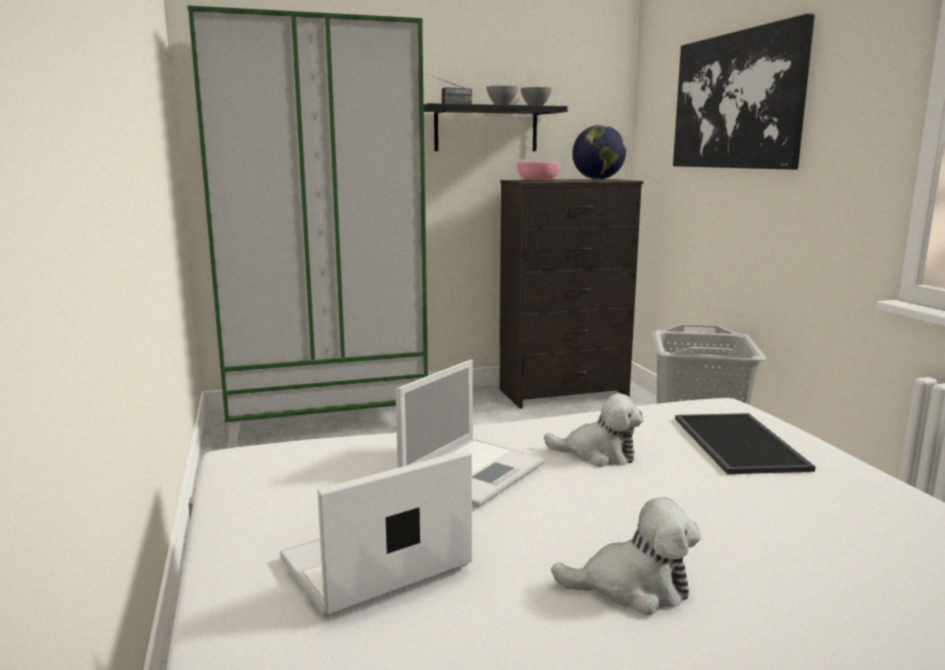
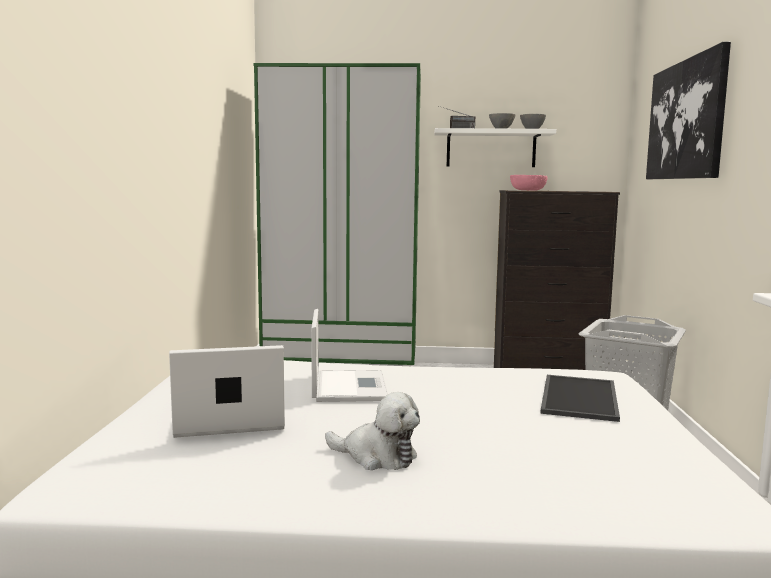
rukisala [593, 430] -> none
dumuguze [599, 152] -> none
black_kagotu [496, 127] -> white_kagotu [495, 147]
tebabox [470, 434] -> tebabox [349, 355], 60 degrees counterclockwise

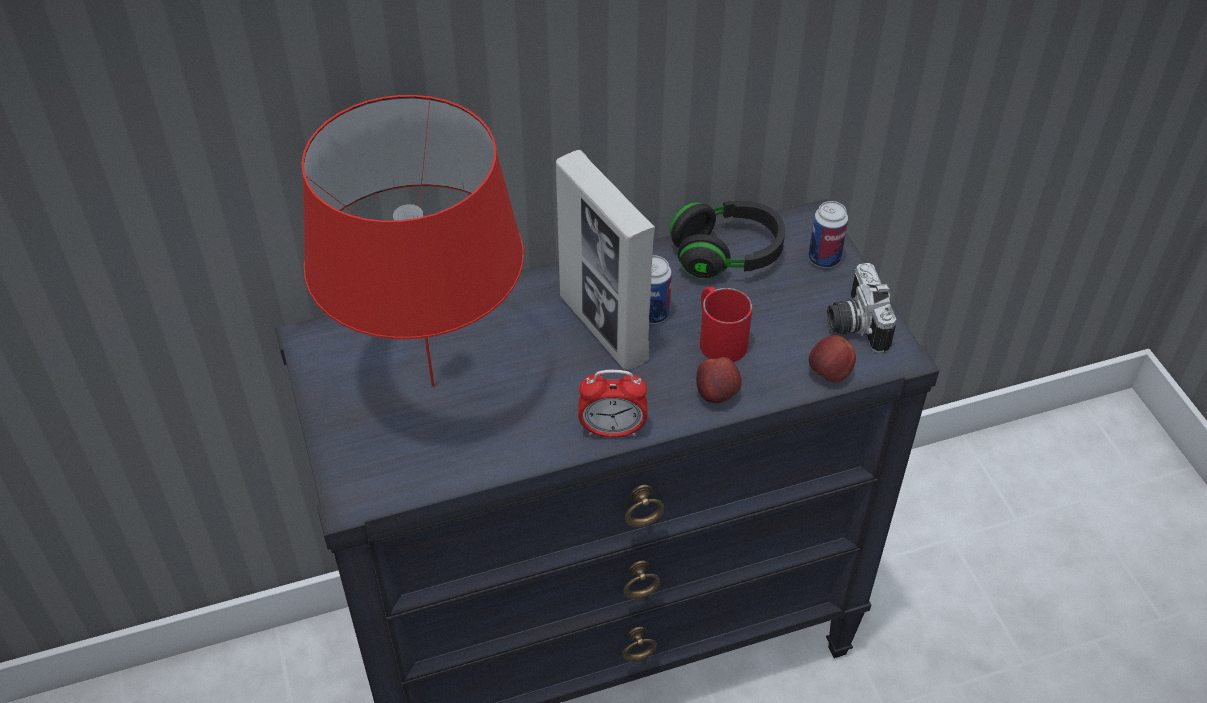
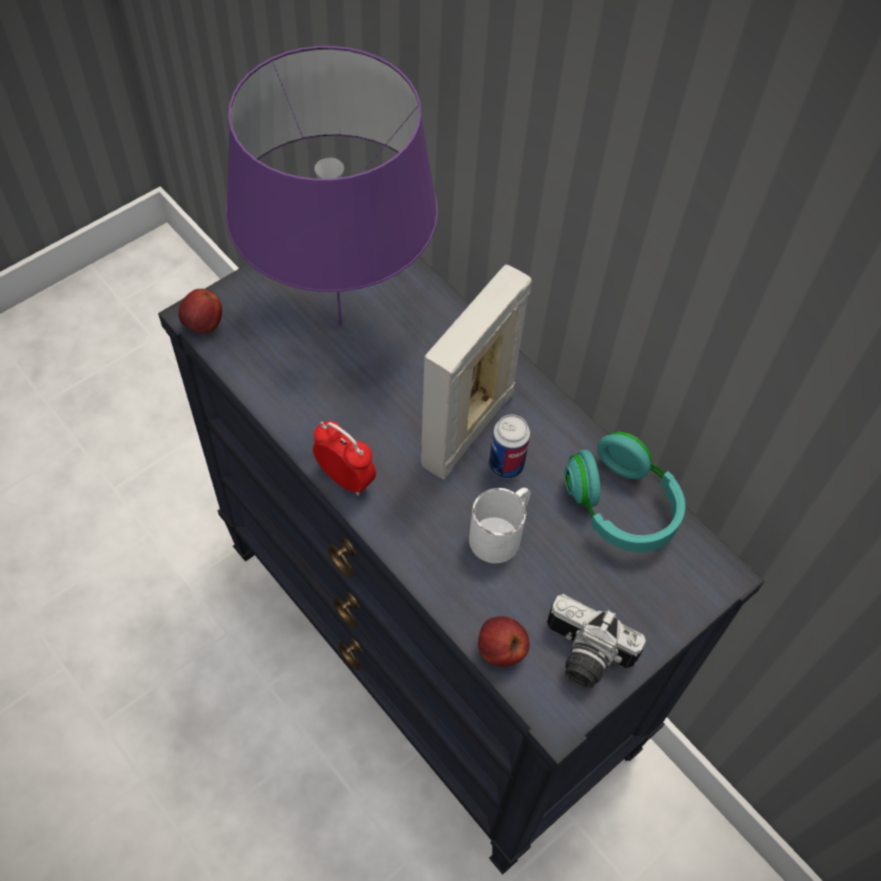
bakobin [828, 234] -> none
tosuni [719, 380] -> tosuni [200, 311], shifted
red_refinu [412, 241] -> purple_refinu [332, 186]
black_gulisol [727, 240] -> turquoise_gulisol [624, 491]
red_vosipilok [726, 324] -> white_vosipilok [499, 525]
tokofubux [613, 403] -> tokofubux [344, 458], 150 degrees clockwise
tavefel [861, 308] -> tavefel [596, 641], 120 degrees counterclockwise

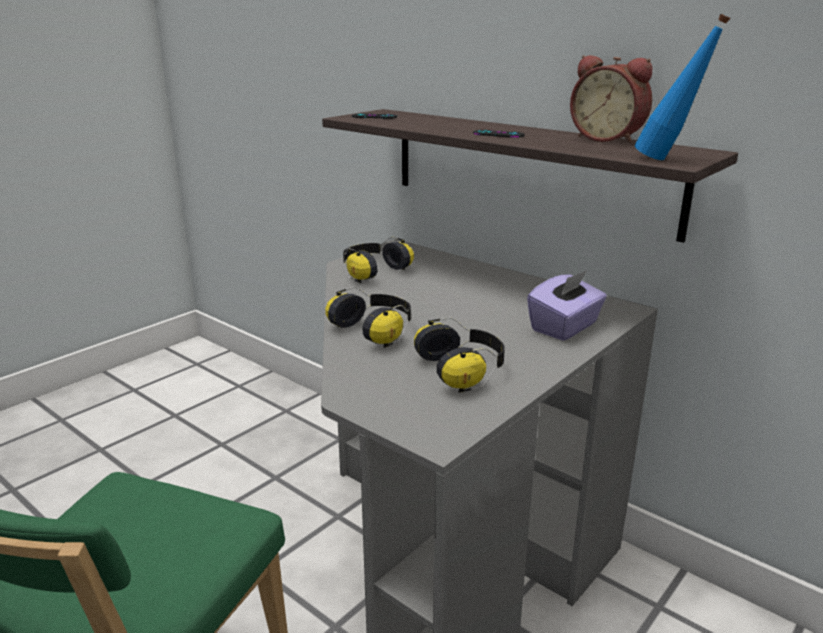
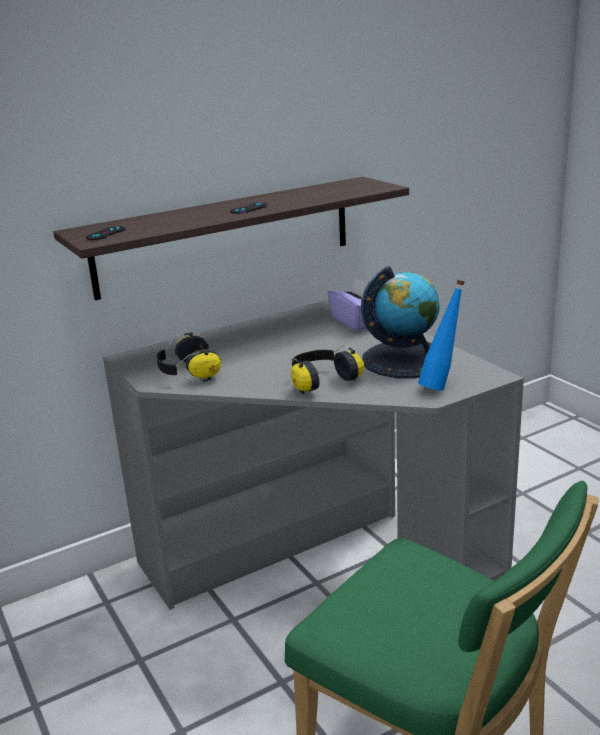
tokofubux [611, 99] -> none
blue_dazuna [682, 87] -> blue_dazuna [441, 335], shifted
gulisol [459, 355] -> dumuguze [400, 322]

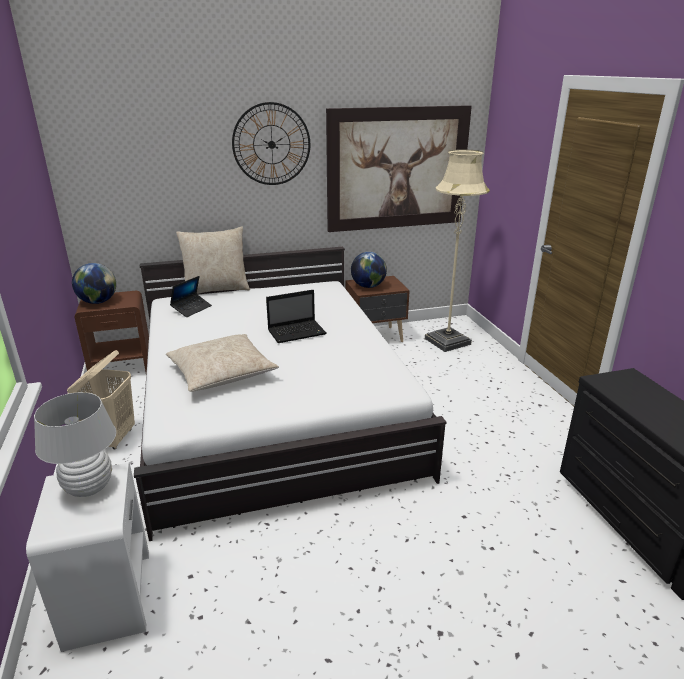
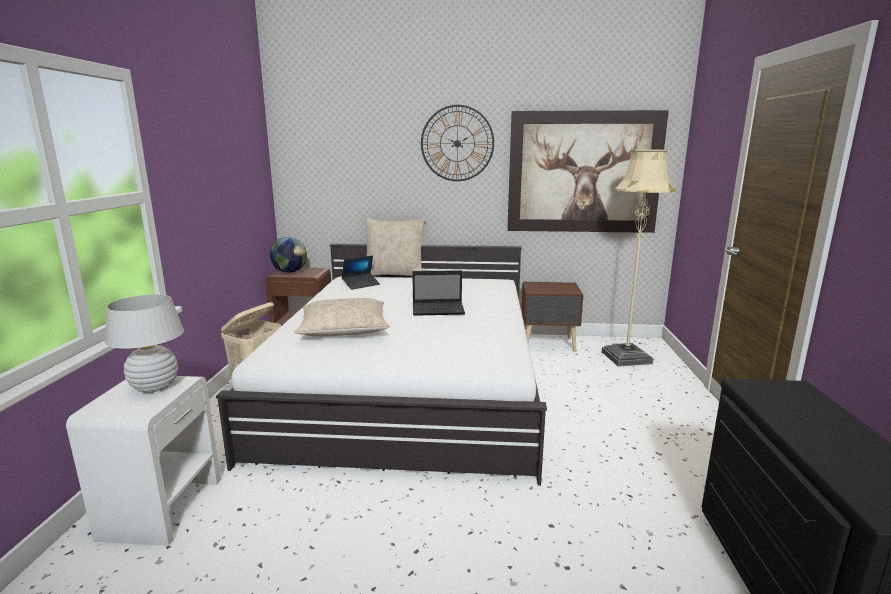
dumuguze [369, 270] -> none

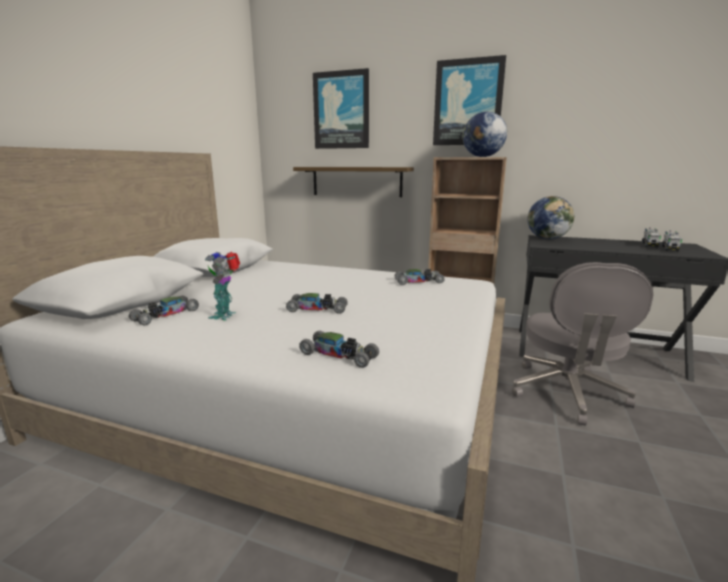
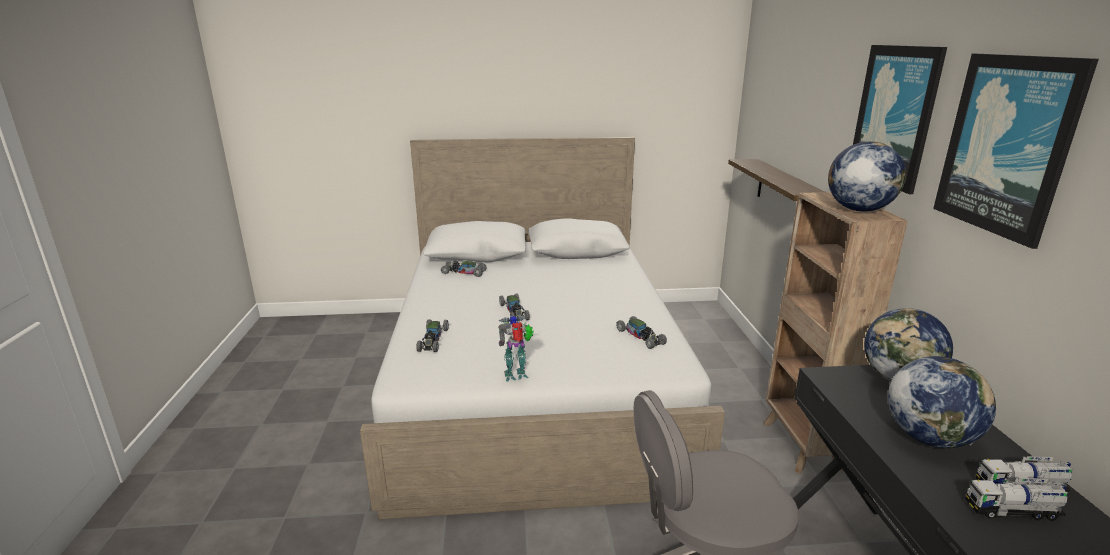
none -> dumuguze [942, 402]
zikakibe [222, 286] -> zikakibe [516, 348], shifted
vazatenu [341, 108] -> vazatenu [1016, 151], shifted

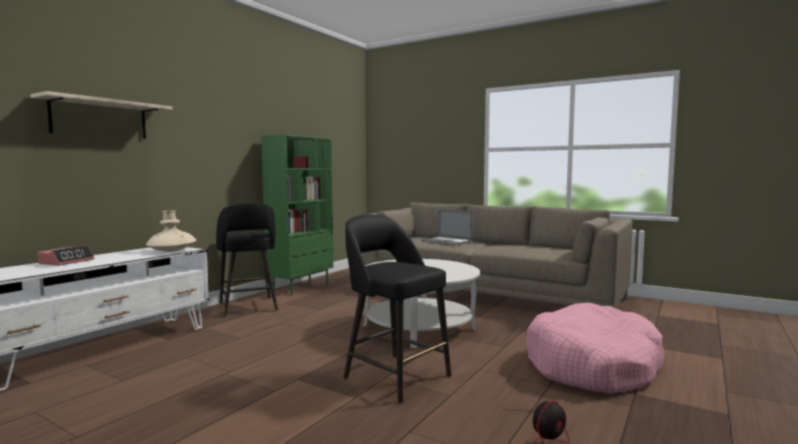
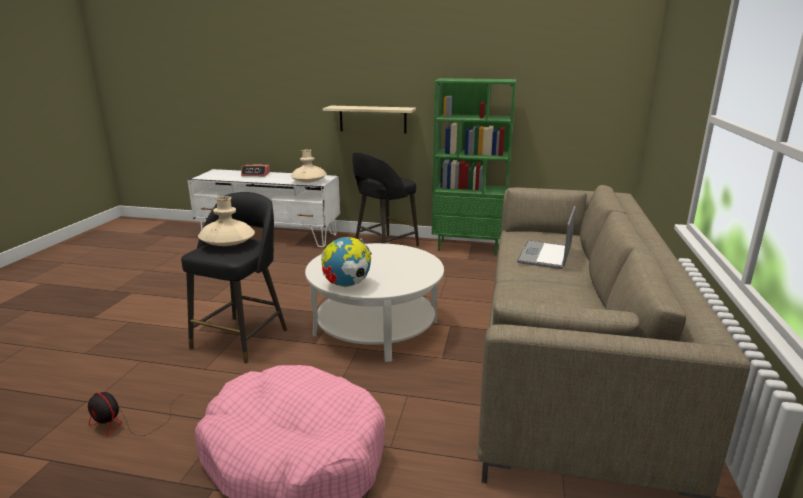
none -> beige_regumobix [226, 221]
none -> dumuguze [346, 262]
kagotu [101, 115] -> kagotu [369, 119], shifted

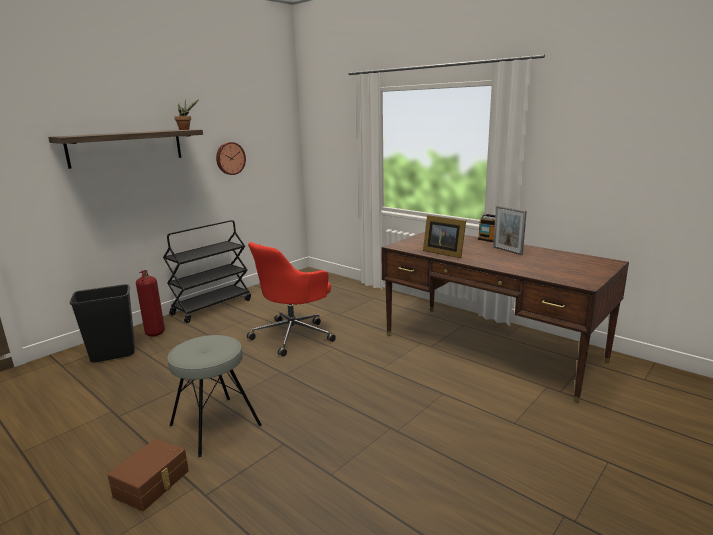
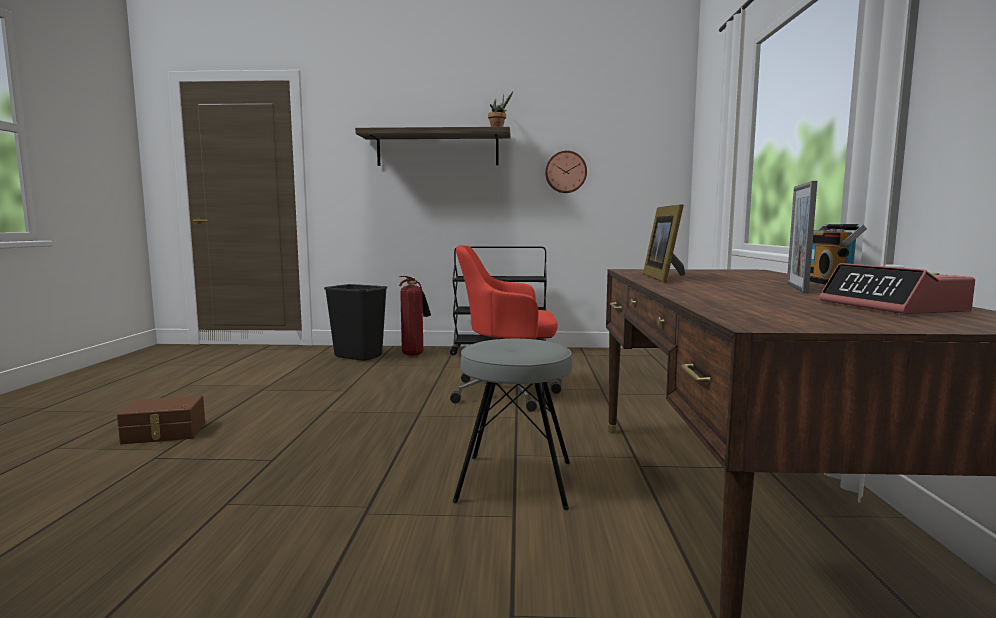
none -> tokofubux [897, 288]
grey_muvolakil [214, 396] -> grey_muvolakil [512, 424], shifted

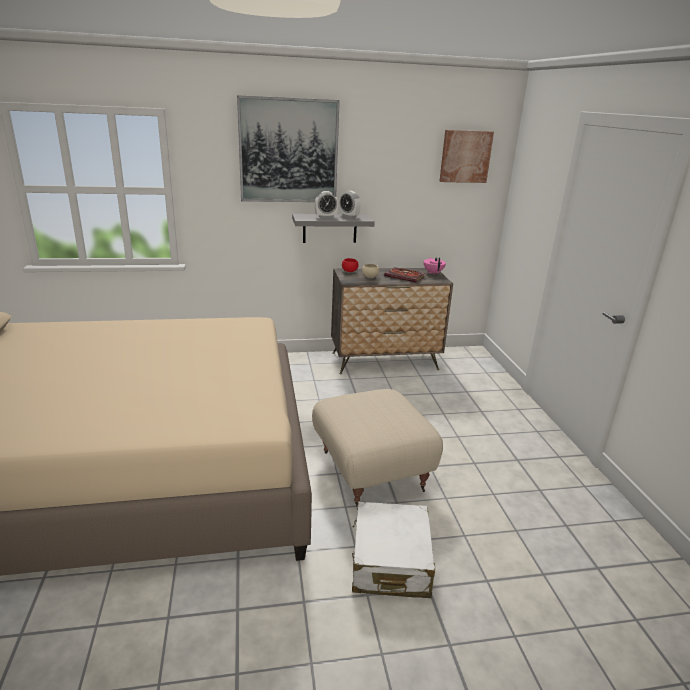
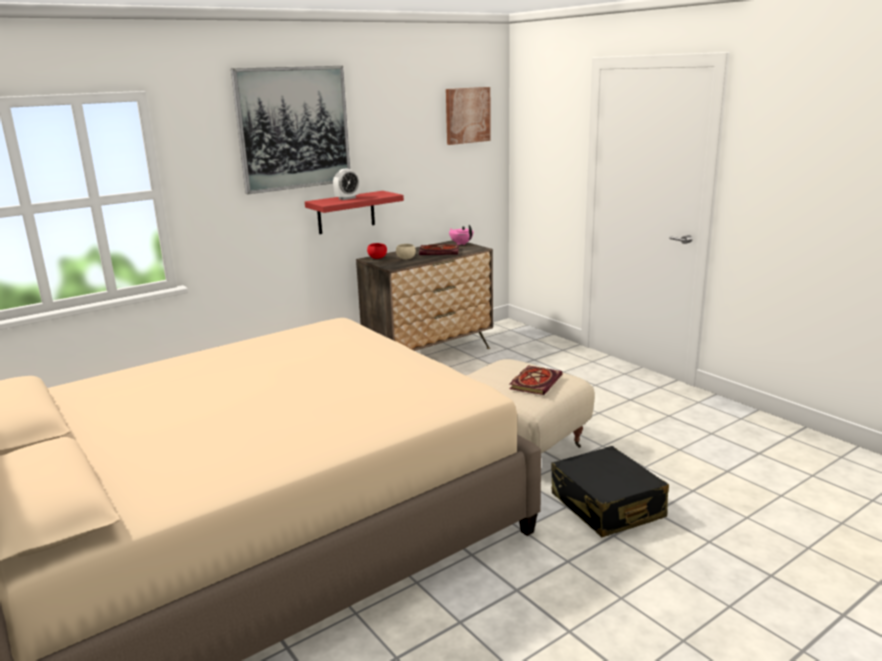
tokofubux [350, 204] -> none
none -> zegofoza [536, 380]
grey_kagotu [333, 228] -> red_kagotu [354, 212]
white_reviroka [393, 550] -> black_reviroka [610, 491]

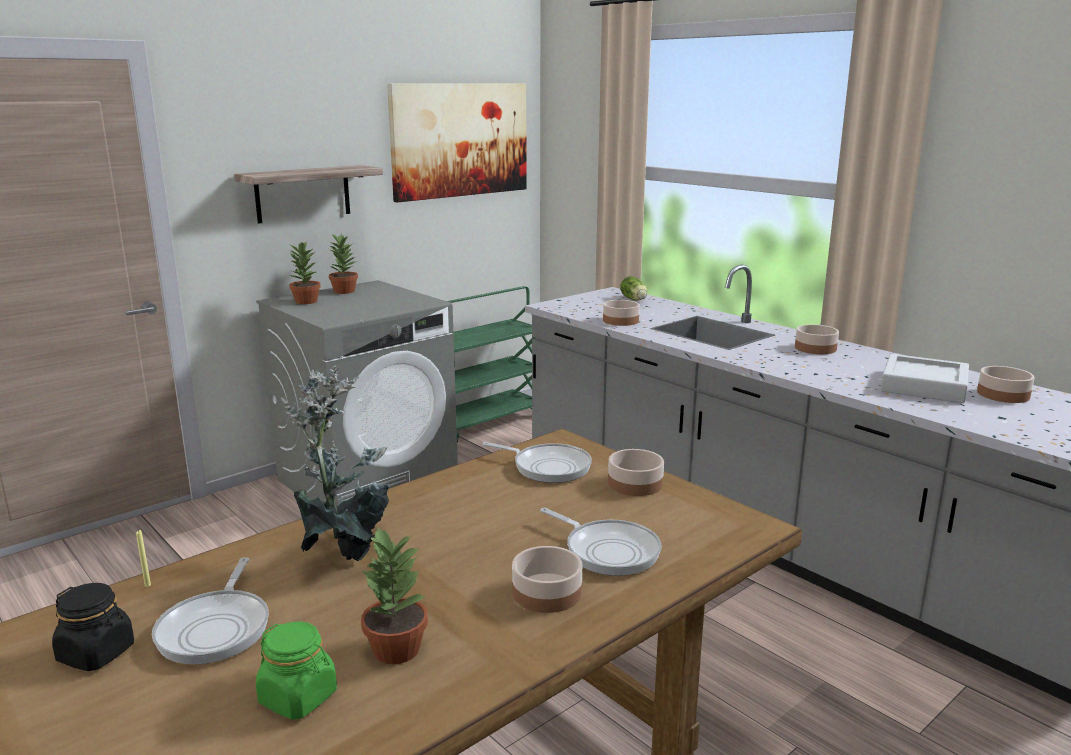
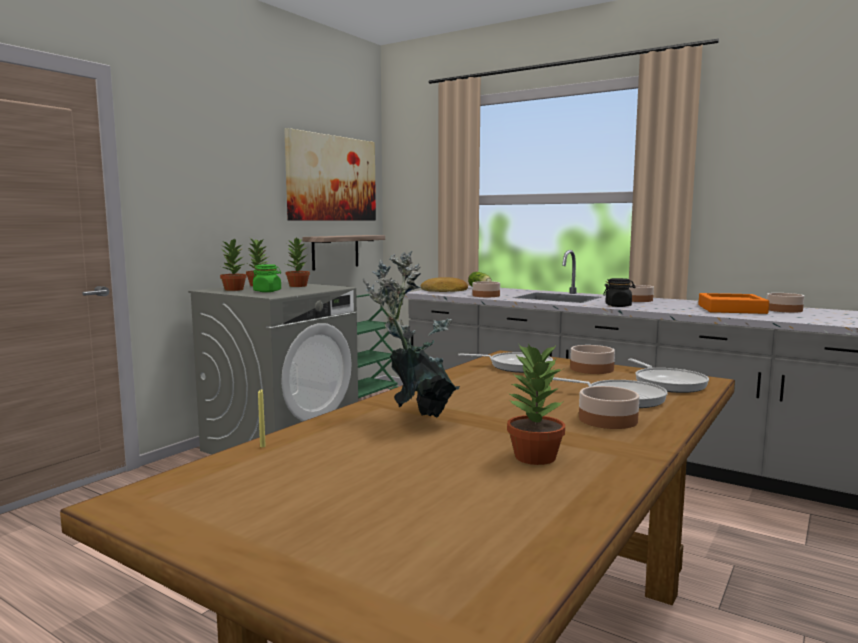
none -> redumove [298, 262]
none -> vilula [444, 284]
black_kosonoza [93, 627] -> black_kosonoza [619, 292], shifted
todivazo [210, 610] -> todivazo [668, 376], shifted
kagotu [308, 194] -> kagotu [343, 253], shifted
green_kosonoza [296, 670] -> green_kosonoza [267, 278], shifted
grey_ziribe [924, 378] -> orange_ziribe [733, 303]

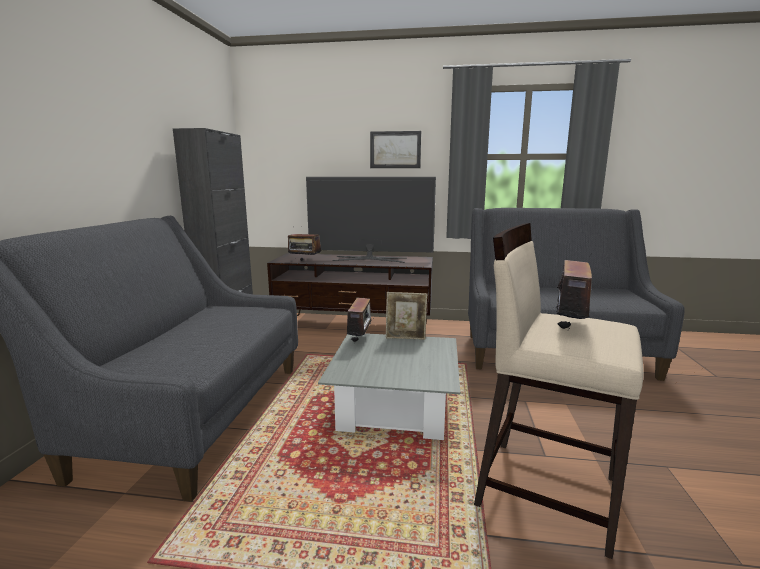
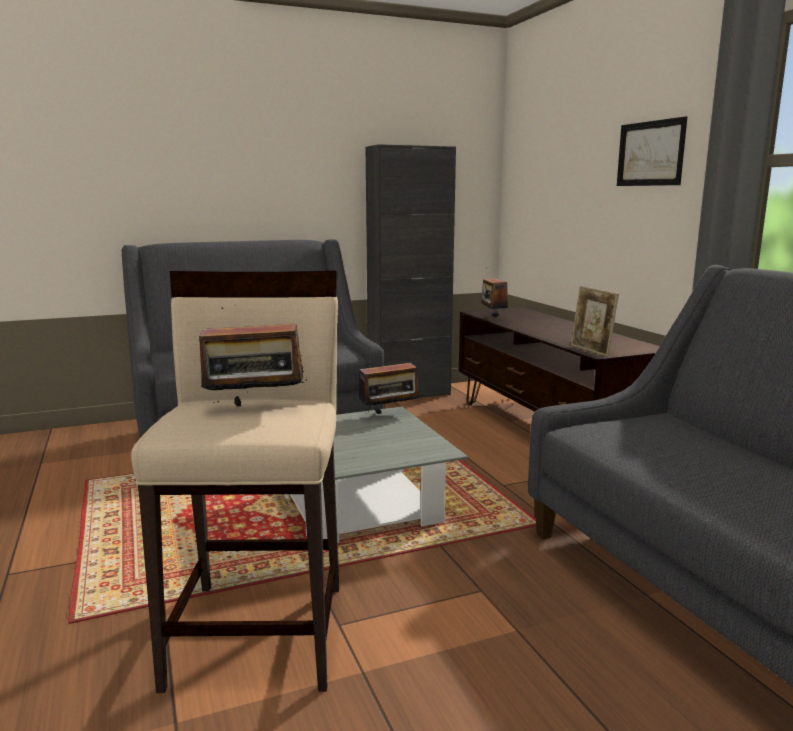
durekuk [371, 220] -> none
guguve [406, 316] -> guguve [595, 321], shifted

